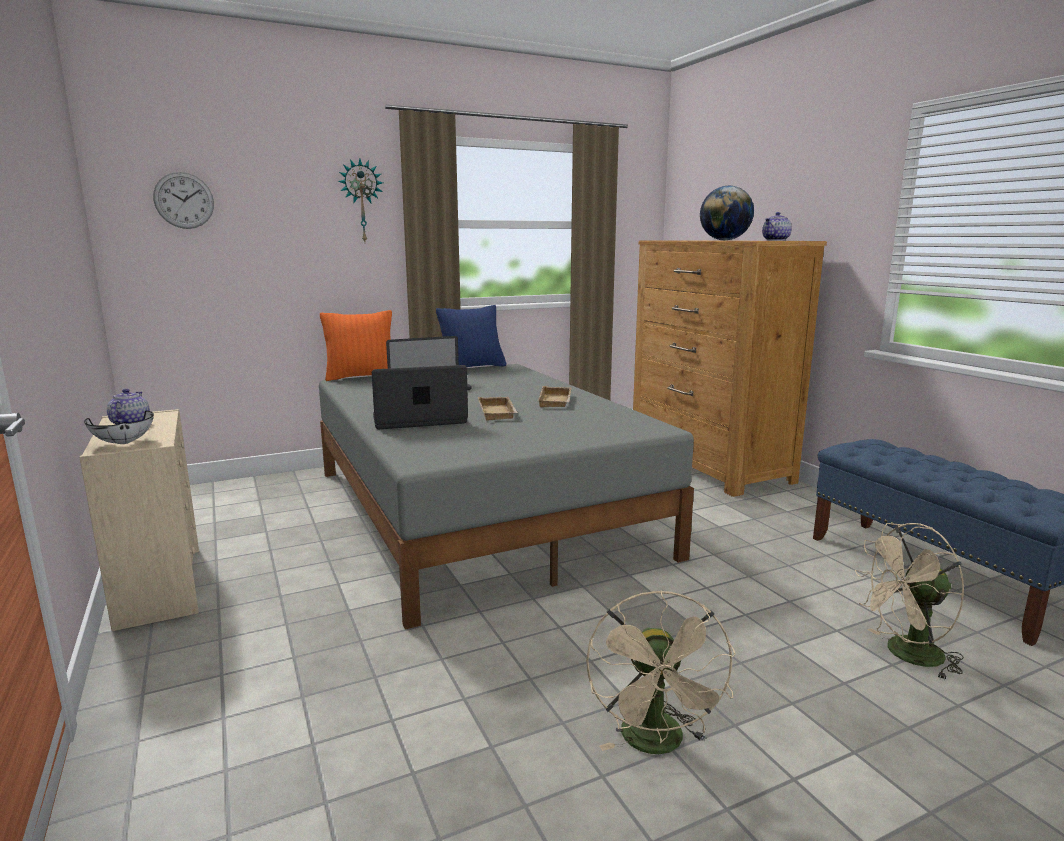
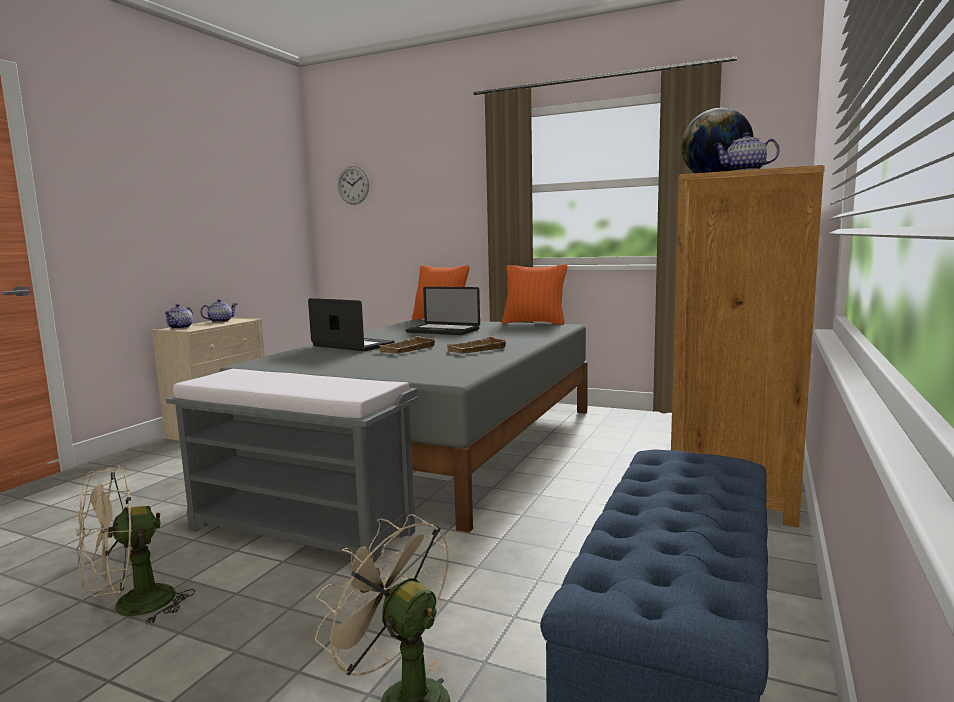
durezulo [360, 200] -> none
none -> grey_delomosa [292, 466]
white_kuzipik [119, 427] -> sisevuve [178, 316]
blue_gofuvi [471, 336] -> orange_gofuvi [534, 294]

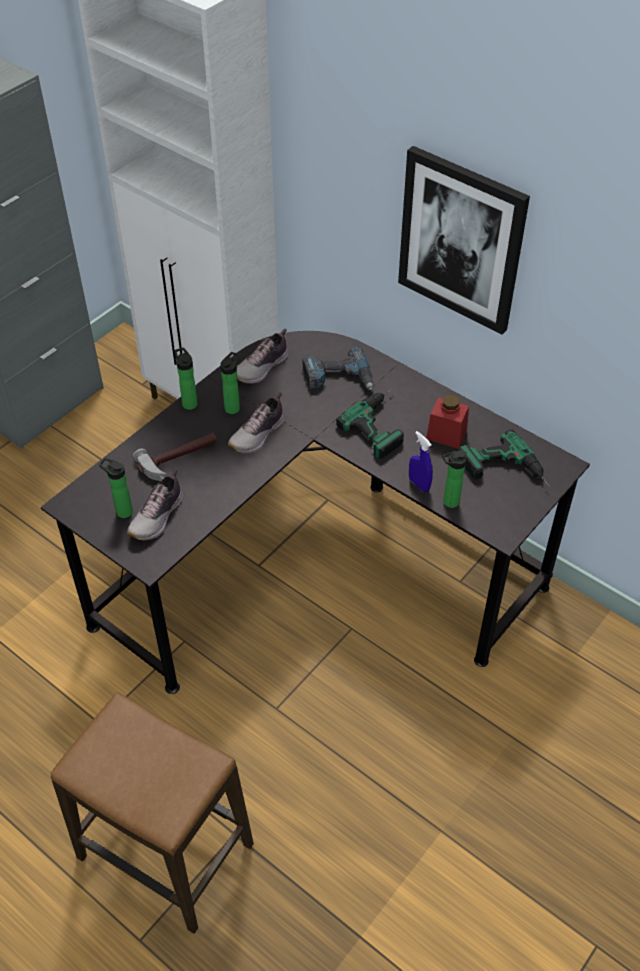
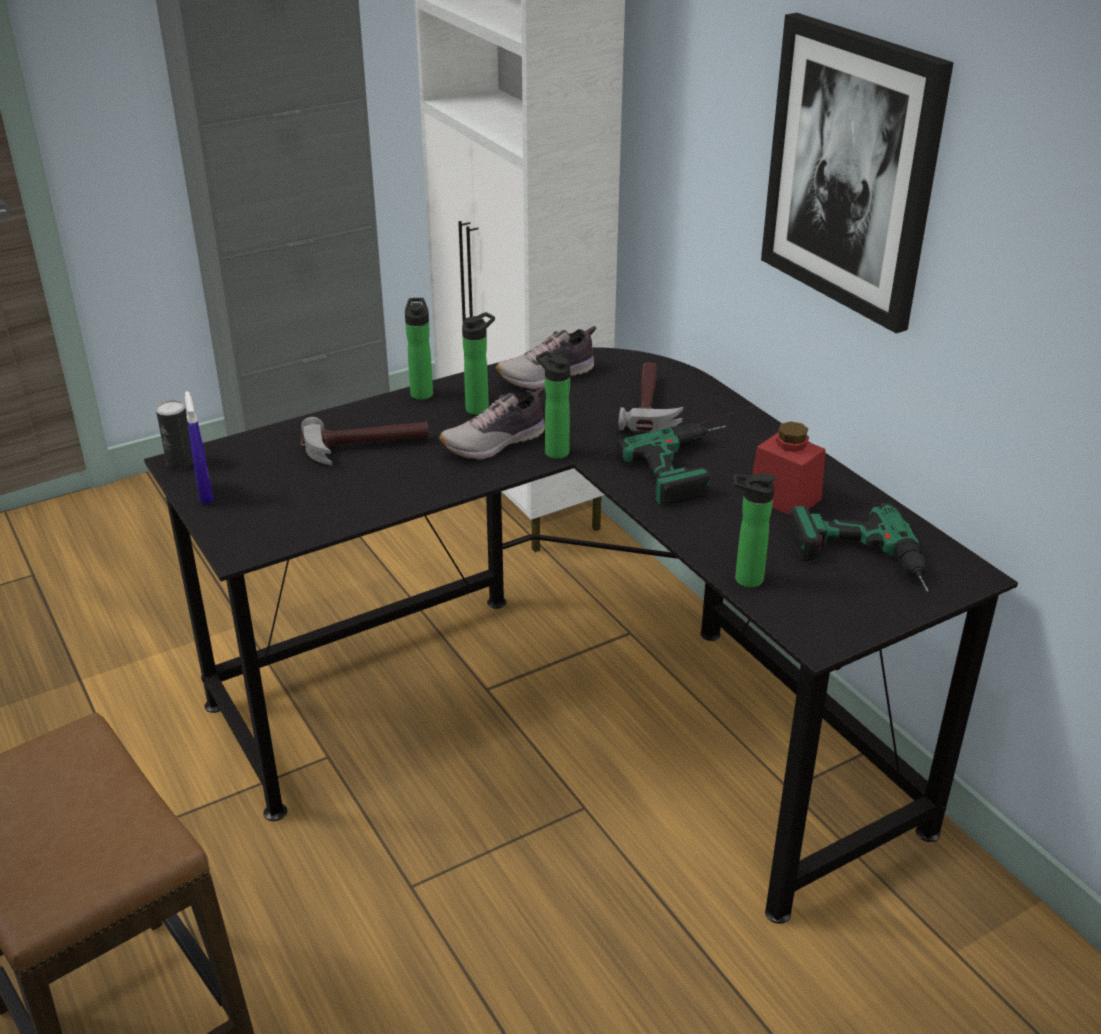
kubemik [155, 505] -> none
none -> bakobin [174, 434]
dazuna [116, 487] -> dazuna [553, 405], shifted
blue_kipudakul [421, 461] -> blue_kipudakul [199, 447], shifted
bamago [338, 367] -> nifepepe [651, 397]

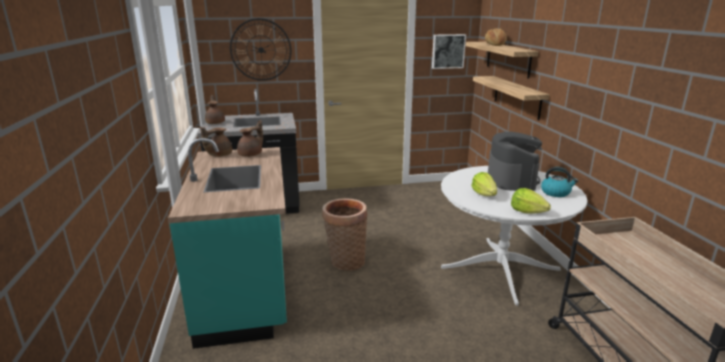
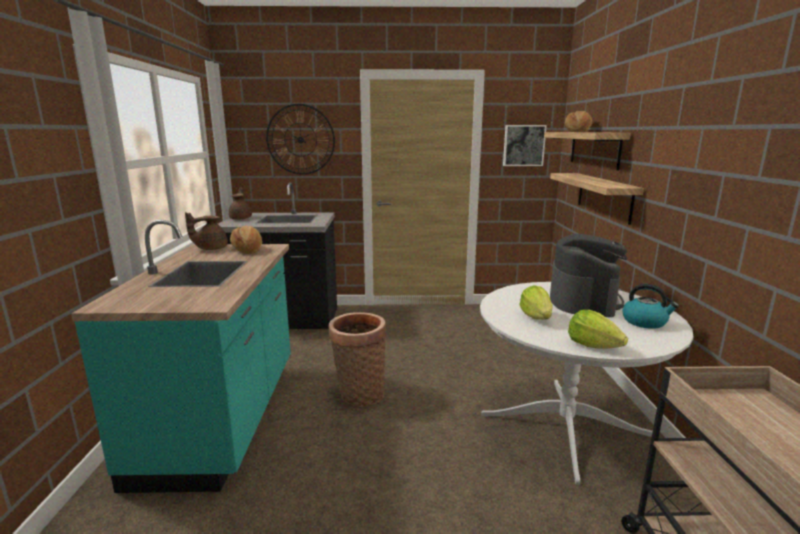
brown_sisevuve [250, 138] -> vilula [246, 240]

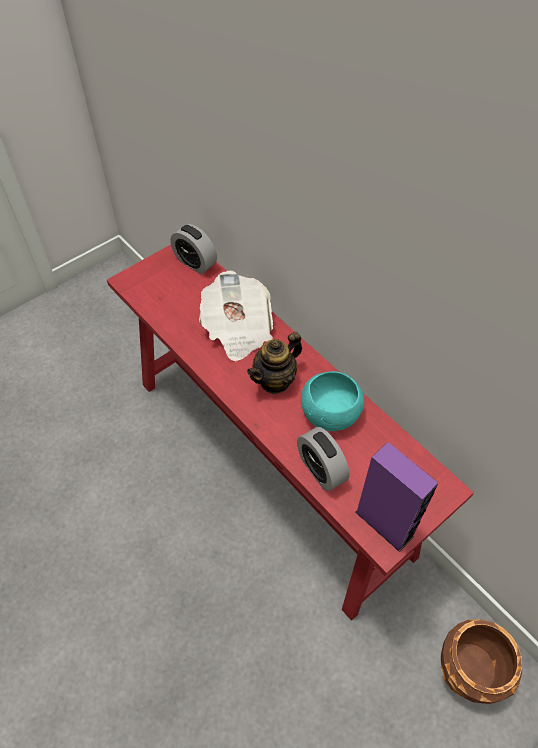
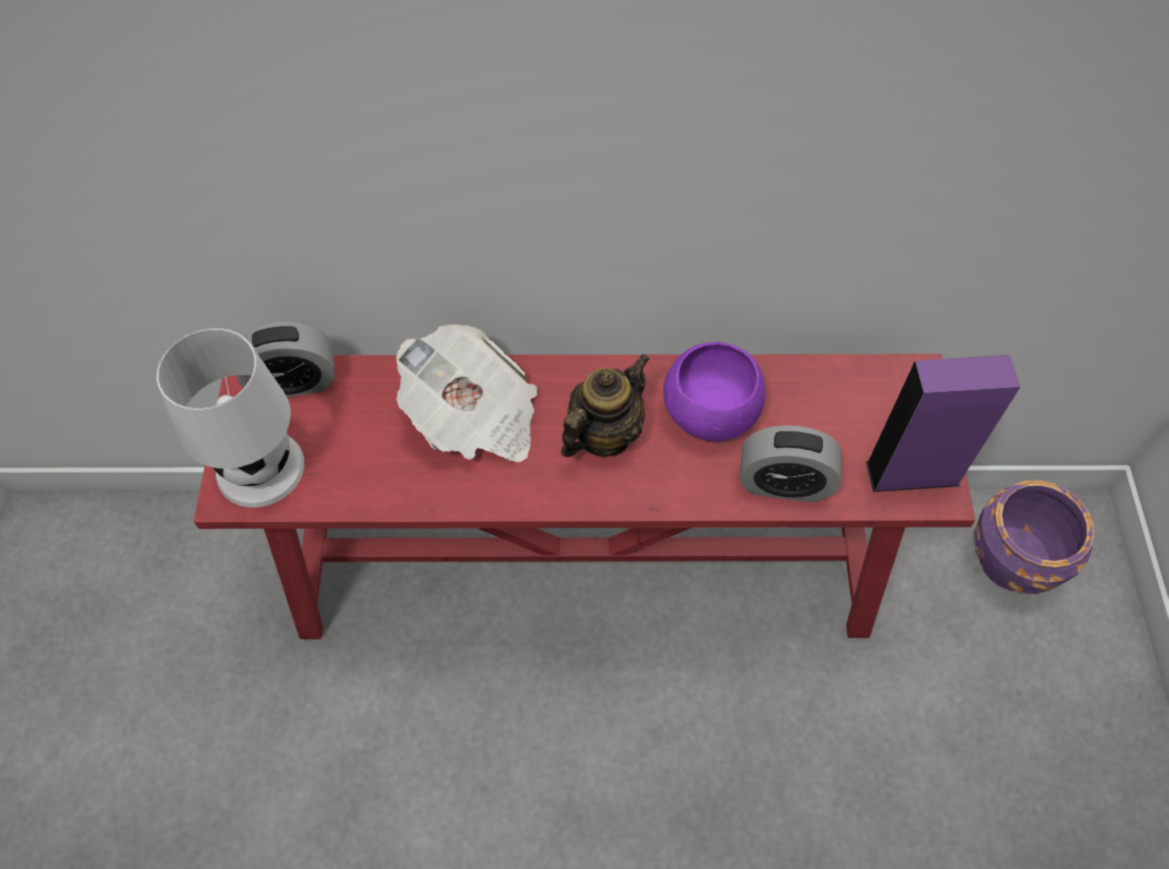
none -> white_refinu [230, 417]
turquoise_kuzipik [332, 401] -> purple_kuzipik [714, 391]
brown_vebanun [481, 661] -> purple_vebanun [1034, 537]
sisevuve [274, 363] -> sisevuve [605, 405], 135 degrees counterclockwise

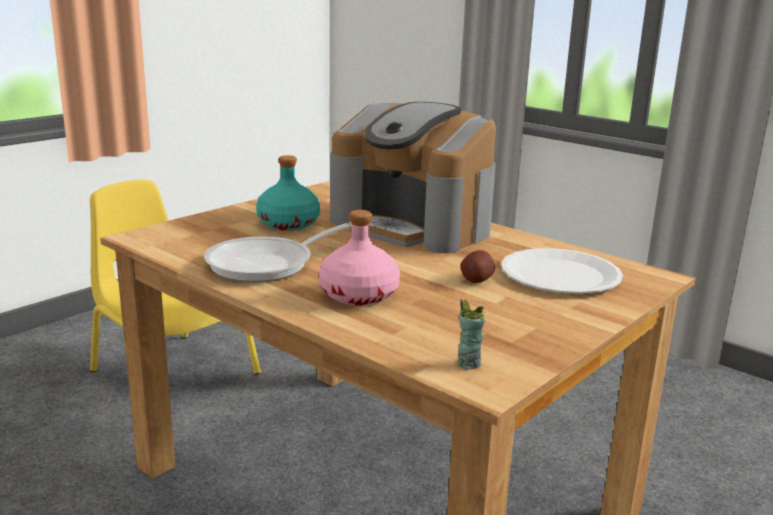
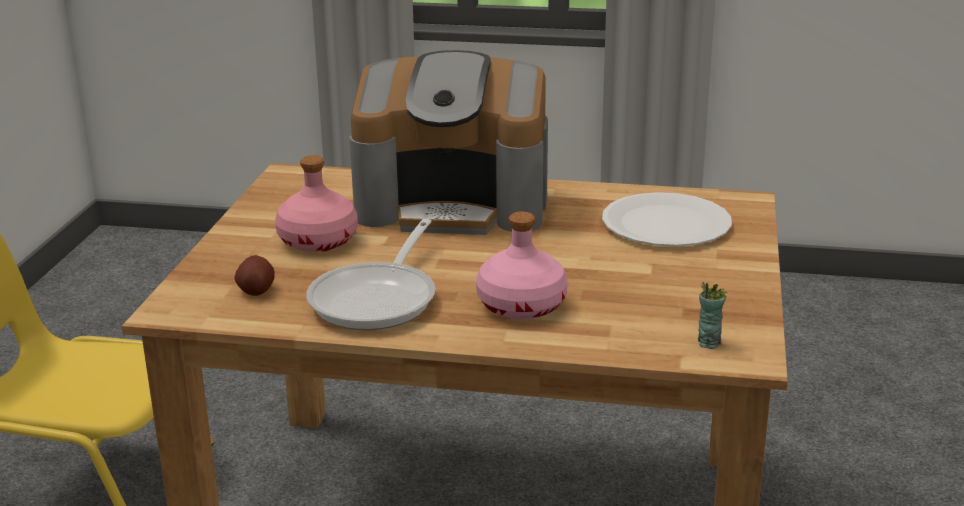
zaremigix [477, 266] -> zaremigix [254, 275], shifted
turquoise_dazuna [288, 193] -> pink_dazuna [316, 203]

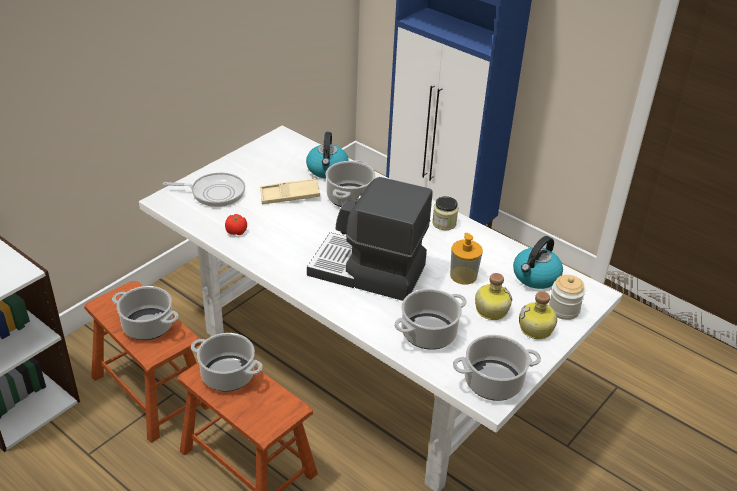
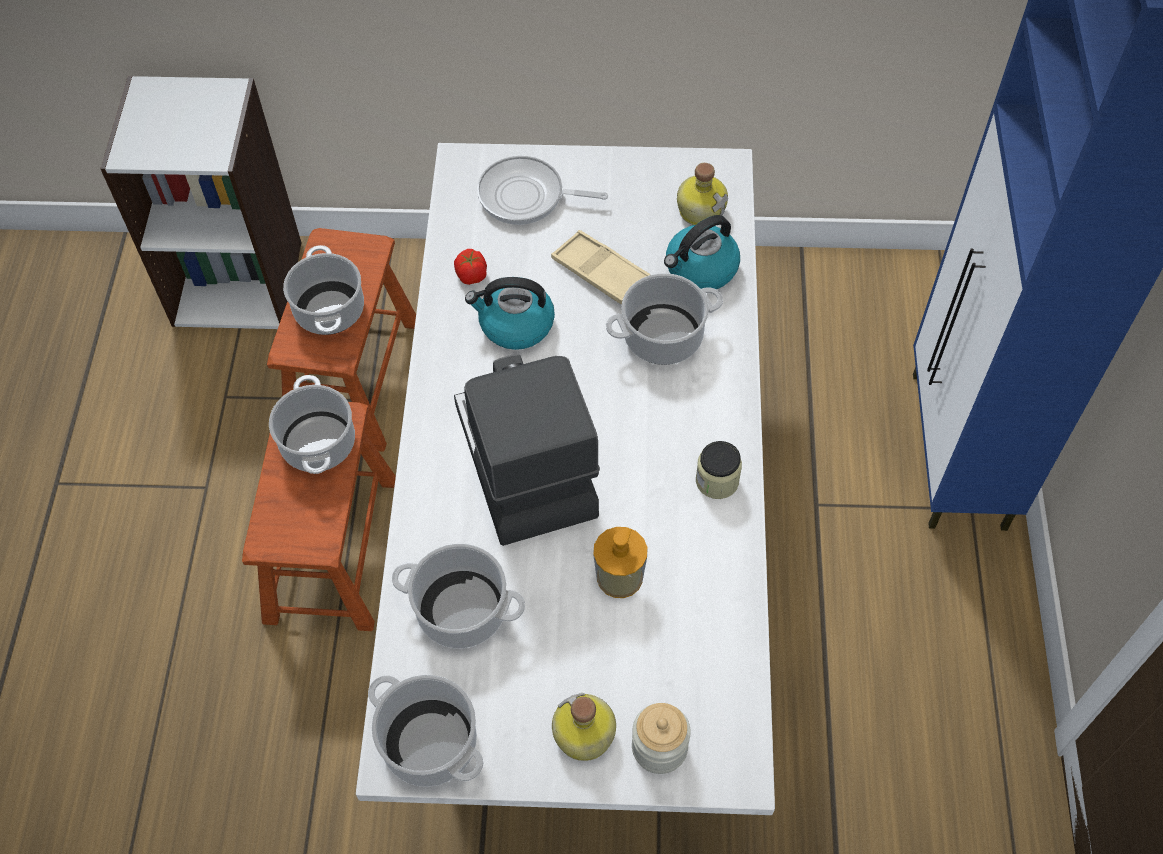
dazuna [493, 296] -> dazuna [702, 194], shifted
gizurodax [538, 262] -> gizurodax [510, 313], shifted
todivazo [204, 190] -> todivazo [542, 190], 135 degrees clockwise

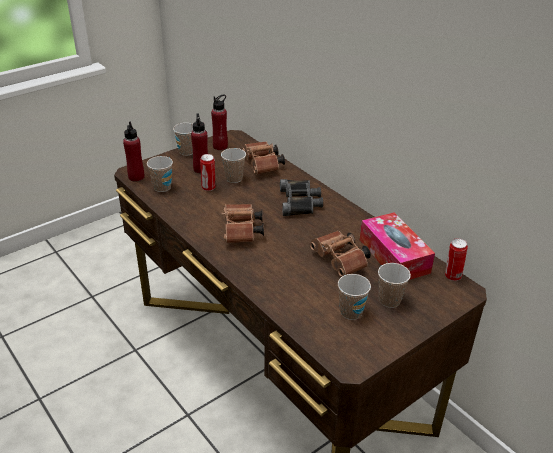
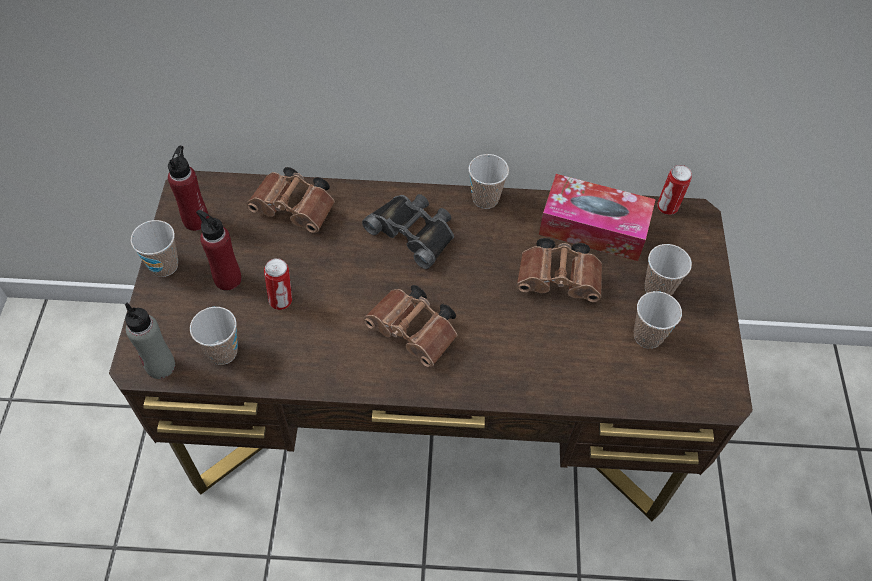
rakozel [233, 165] -> rakozel [489, 181], shifted
red_dazuna [133, 151] -> grey_dazuna [150, 341]

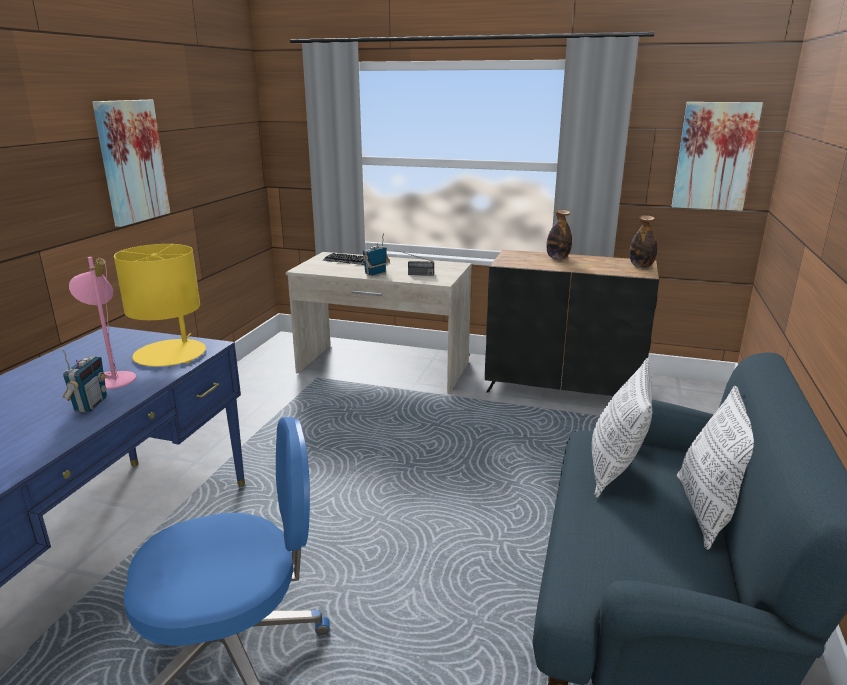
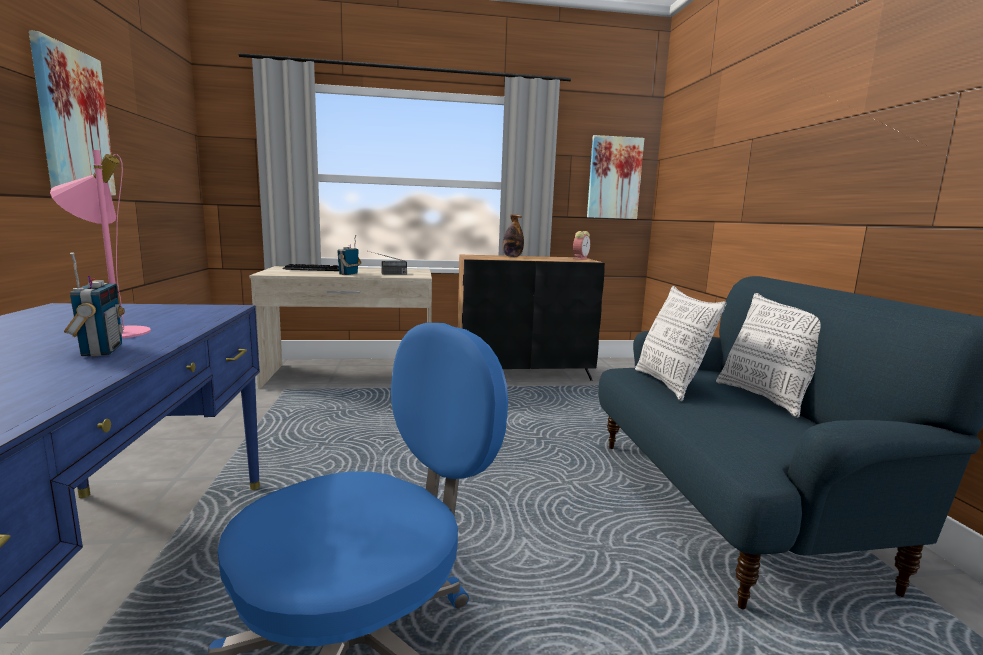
yellow_refinu [160, 305] -> none
dazuna [643, 241] -> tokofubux [581, 245]

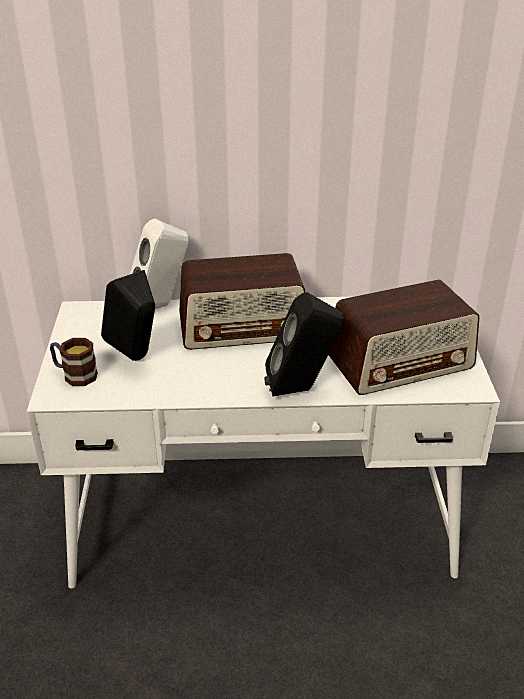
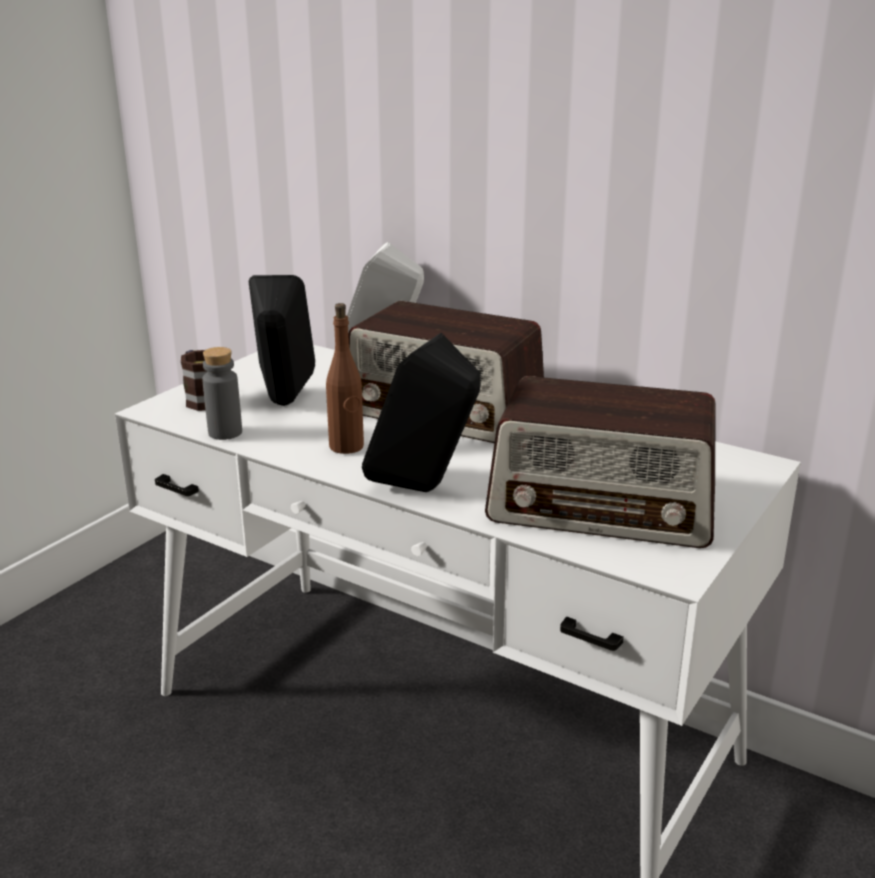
none -> grey_dazuna [222, 393]
none -> brown_dazuna [345, 378]

